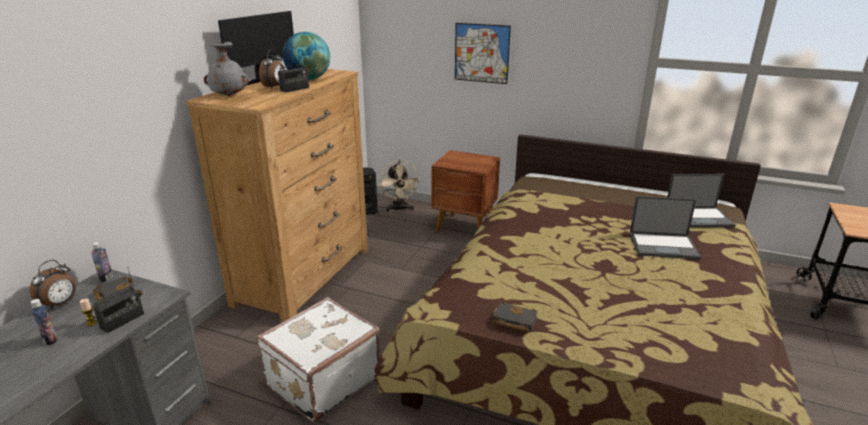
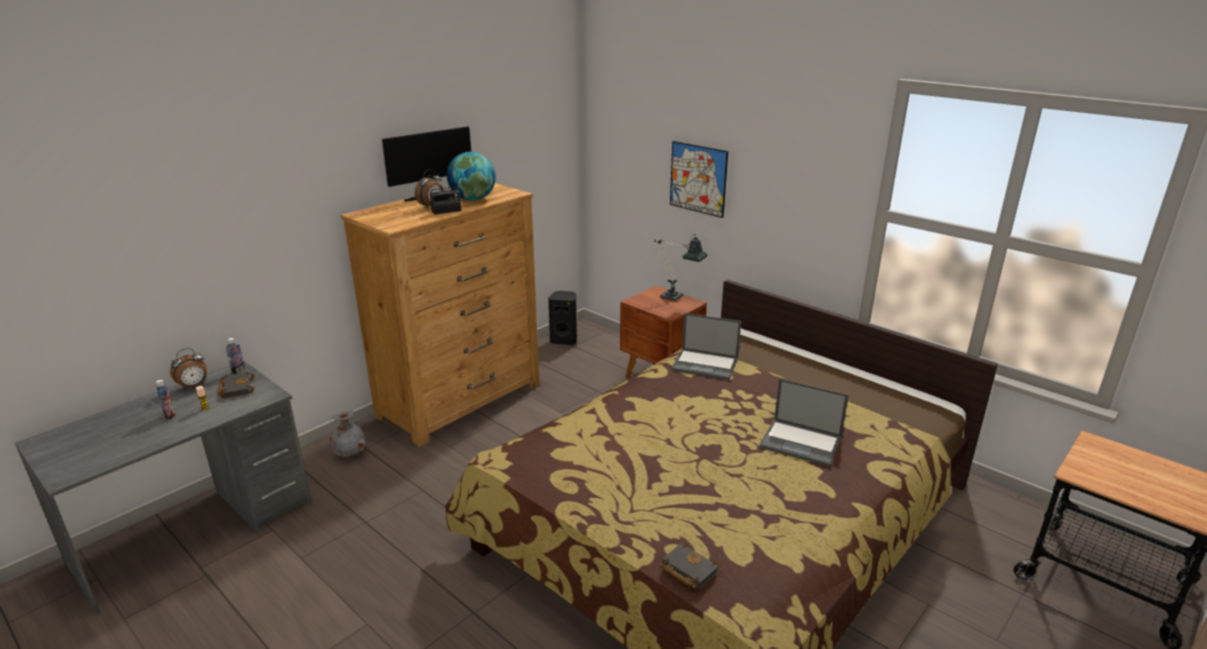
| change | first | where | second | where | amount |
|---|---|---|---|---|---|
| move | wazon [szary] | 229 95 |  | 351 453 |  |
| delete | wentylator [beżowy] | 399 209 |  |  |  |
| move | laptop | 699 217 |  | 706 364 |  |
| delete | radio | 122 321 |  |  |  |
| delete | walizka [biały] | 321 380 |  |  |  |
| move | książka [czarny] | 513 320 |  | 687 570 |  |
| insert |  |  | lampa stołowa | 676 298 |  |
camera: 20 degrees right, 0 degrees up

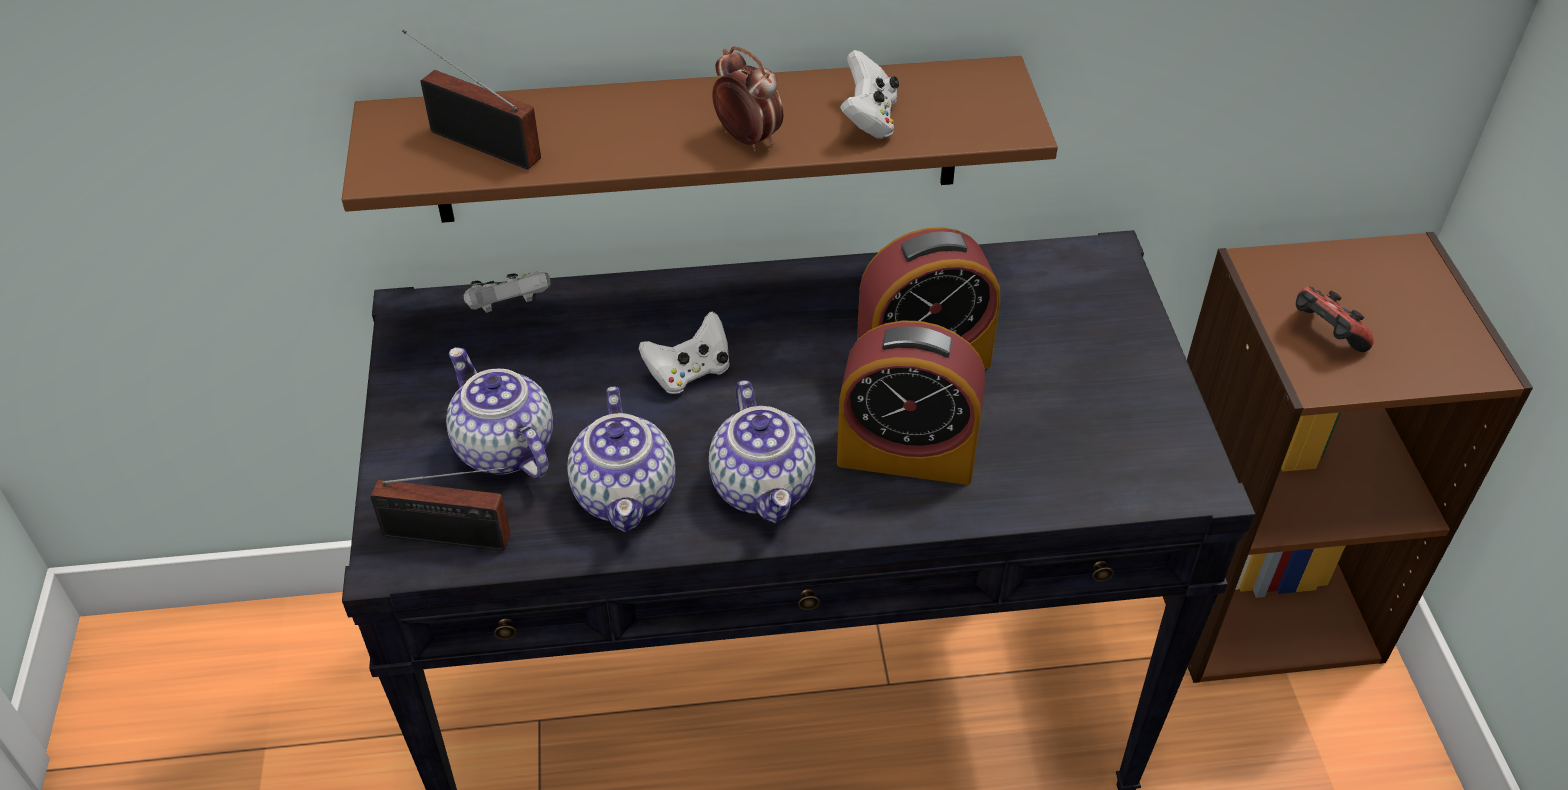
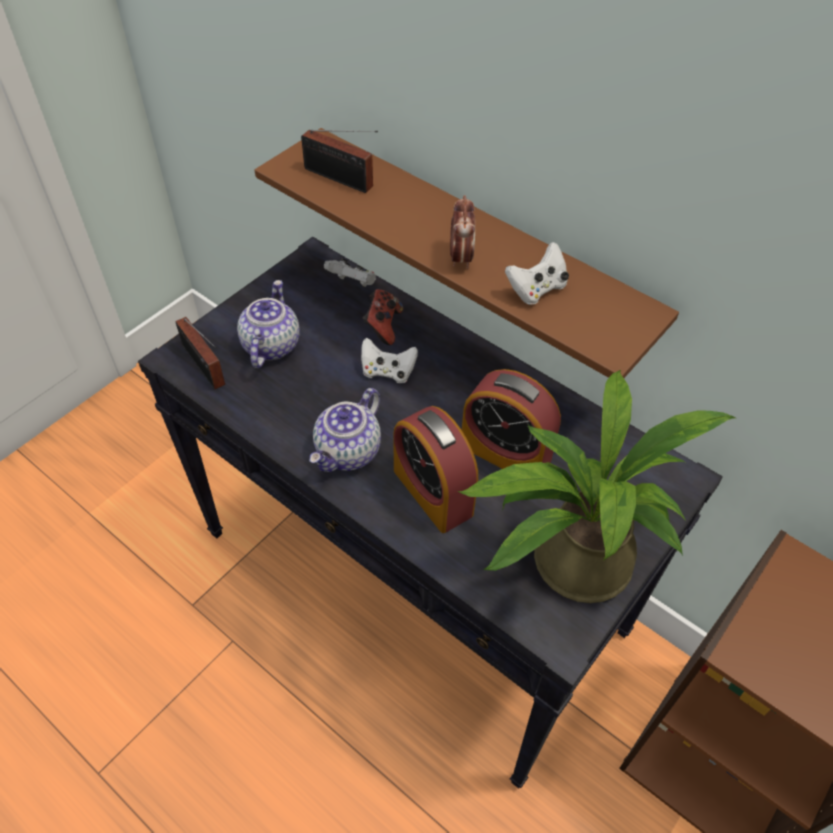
| change | first | where | second | where | amount |
|---|---|---|---|---|---|
| rotate | radio | 480 142 |  | 341 180 | 135 degrees clockwise |
| move | pad do gier | 1323 337 |  | 383 326 |  |
| delete | imbryk | 626 495 |  |  |  |
| insert |  |  | roślina doniczkowa | 568 559 |  |
camera: 45 degrees right, 5 degrees up

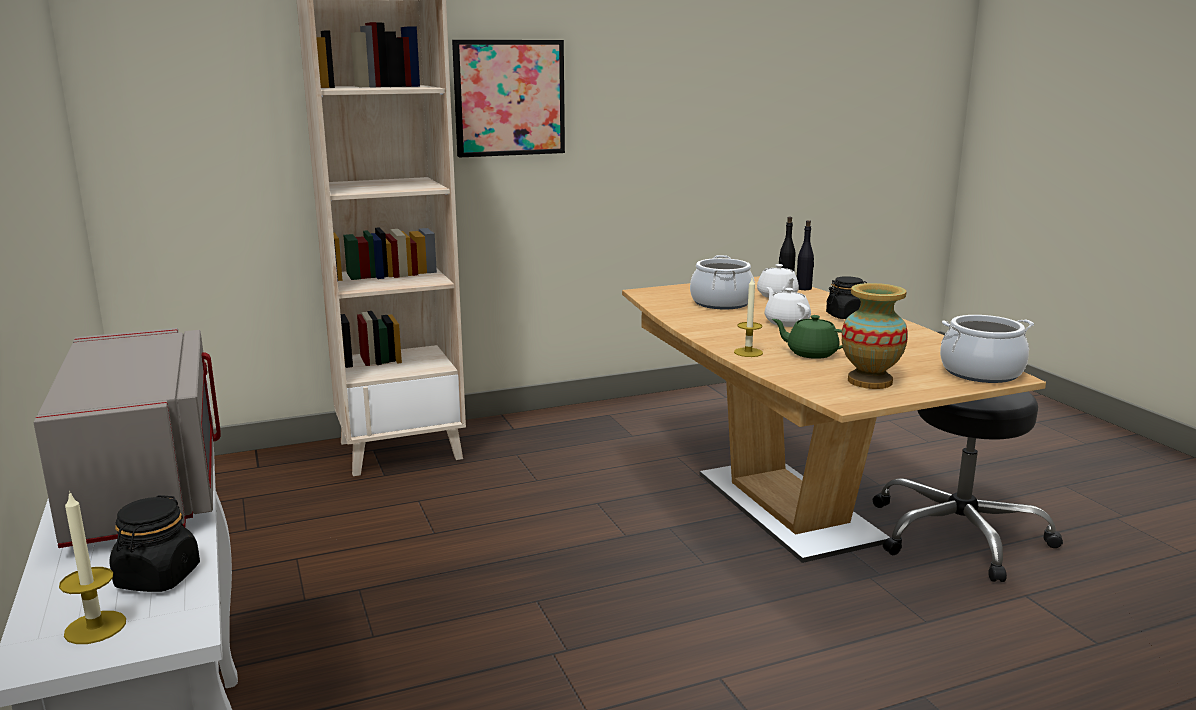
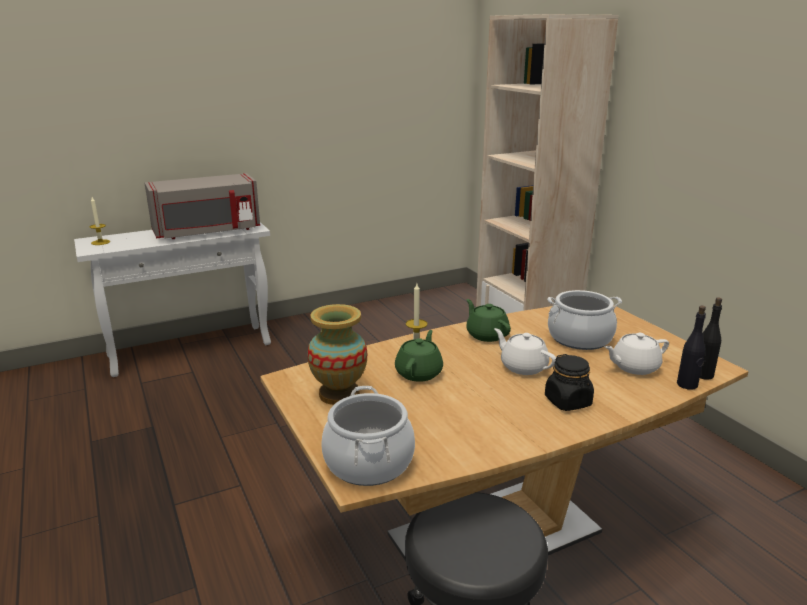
| change | first | where | second | where | amount |
|---|---|---|---|---|---|
| delete | obraz | 509 98 |  |  |  |
| rotate | imbryk [biały] | 786 322 |  | 523 367 | 105 degrees counterclockwise |
| delete | słoik [czarny] | 158 578 |  |  |  |
| insert |  |  | imbryk [zielony] | 486 335 |  |
camera: 85 degrees right, 5 degrees up

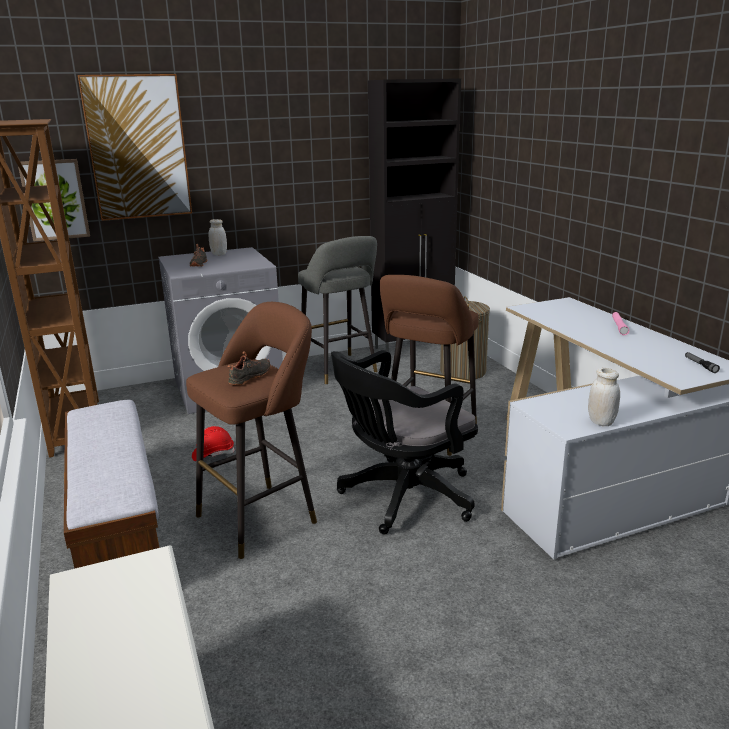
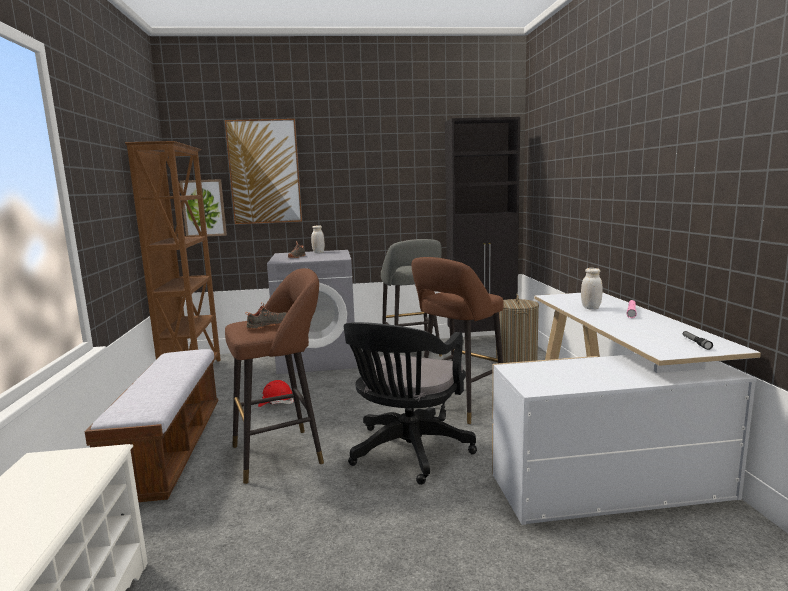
| change | first | where | second | where | amount |
|---|---|---|---|---|---|
| rotate | krzesło biurowe [czarny] | 402 498 |  | 407 453 | 45 degrees counterclockwise |
| move | słoik [biały] | 601 422 |  | 590 308 |  |
camera: 15 degrees right, 10 degrees down

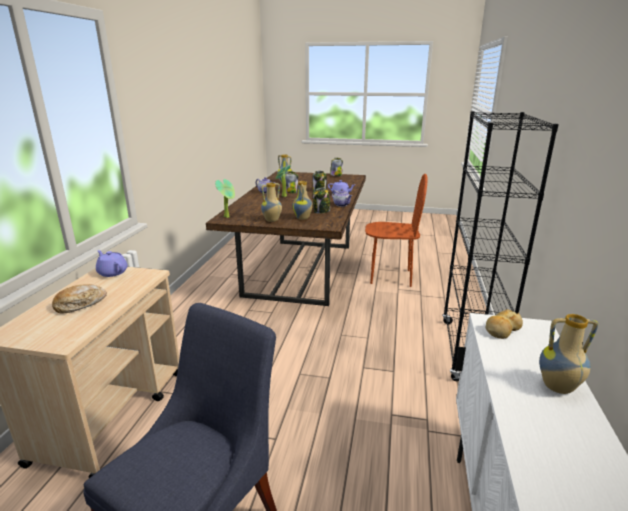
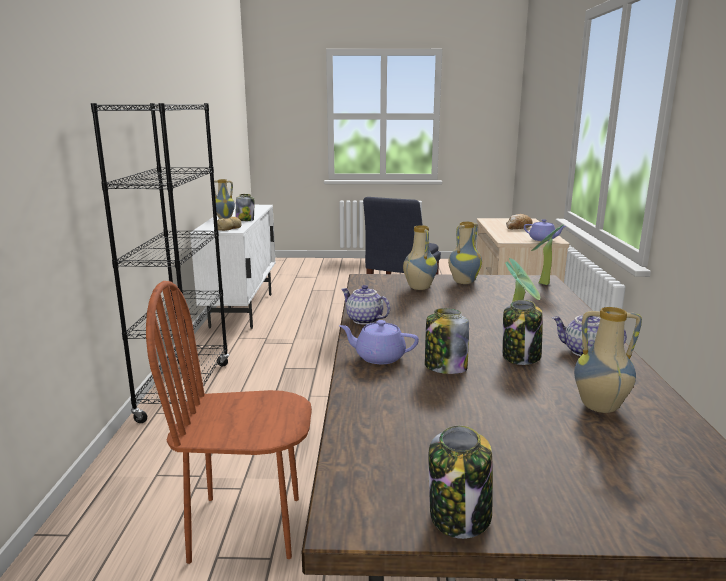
| change | first | where | second | where | amount |
|---|---|---|---|---|---|
| move | słoik | 321 211 |  | 245 220 |  |
camera: 170 degrees right, 5 degrees down

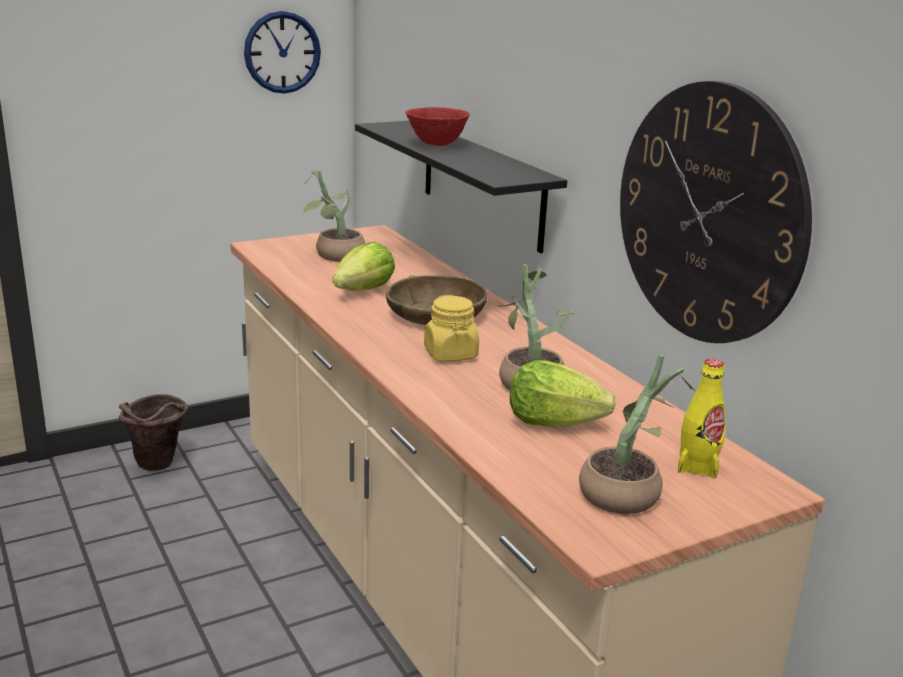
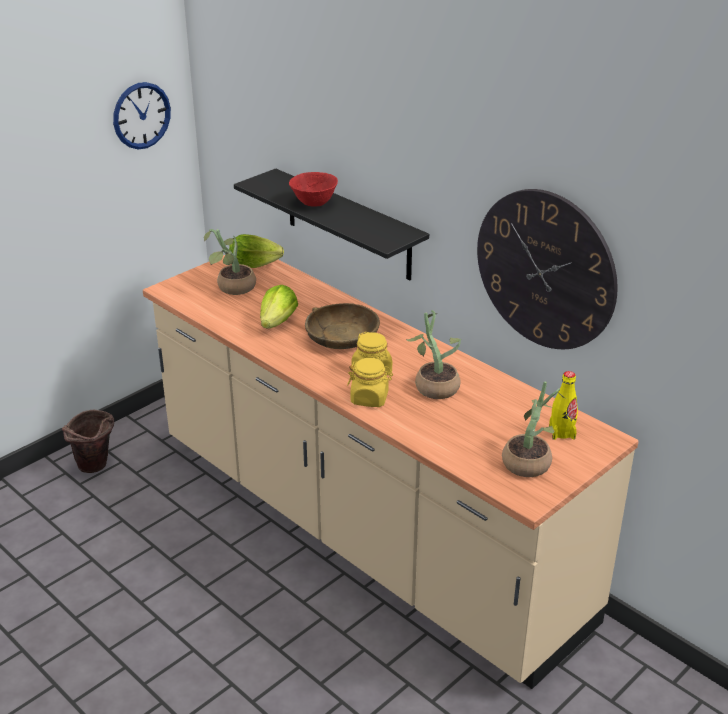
| change | first | where | second | where | amount |
|---|---|---|---|---|---|
| move | sałata | 553 422 |  | 253 265 |  |
| insert |  |  | słoik [żółty] | 370 398 |  |
camera: 15 degrees left, 10 degrees up

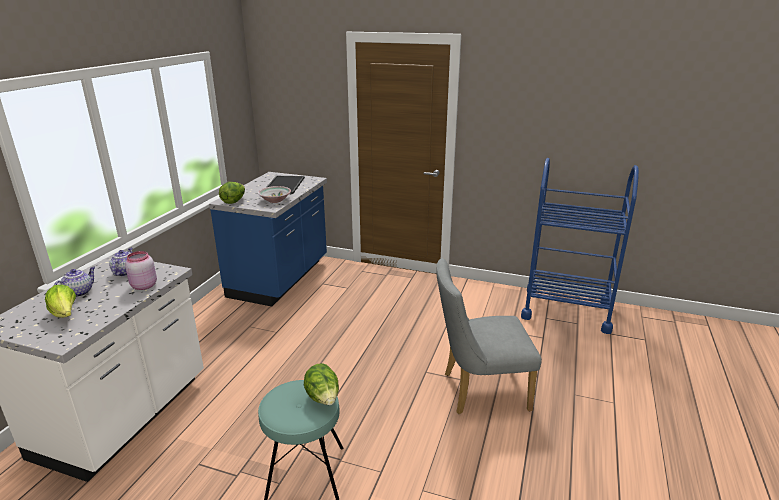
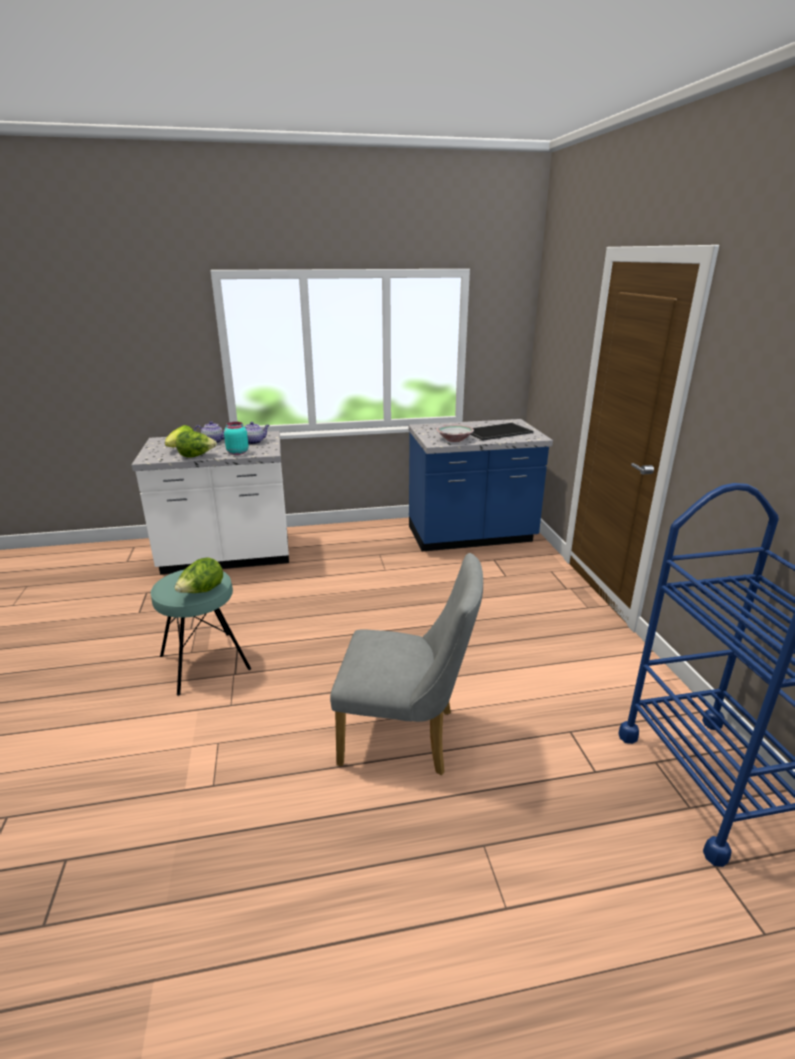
| change | first | where | second | where | amount |
|---|---|---|---|---|---|
| move | sałata | 234 201 |  | 196 456 |  |
| recolor | słoik [różowy] | 143 286 | słoik [turkusowy] | 237 452 |  |
| rotate | krzesło [szary] | 478 391 |  | 407 737 | 135 degrees clockwise |
camera: 60 degrees right, 0 degrees up

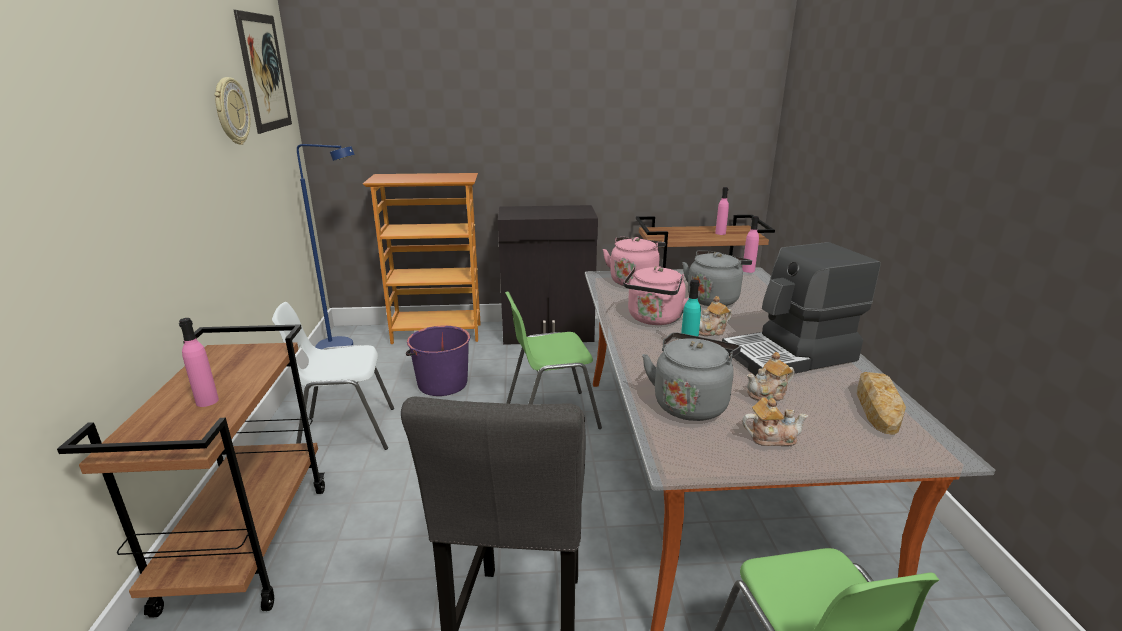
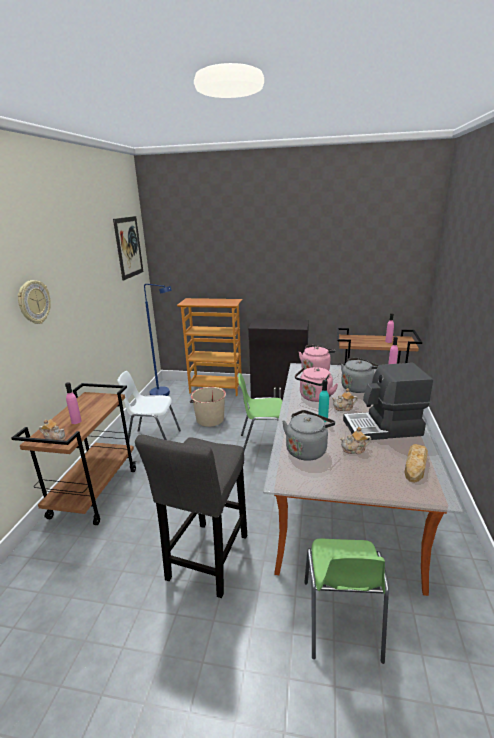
| change | first | where | second | where | amount |
|---|---|---|---|---|---|
| move | zegar ścienny | 231 111 |  | 33 302 |  |
| recolor | wiadro [fioletowy] | 442 384 | wiadro [beżowy] | 209 419 |  |
| move | imbryk | 771 437 |  | 55 438 |  |
camera: 15 degrees right, 0 degrees up

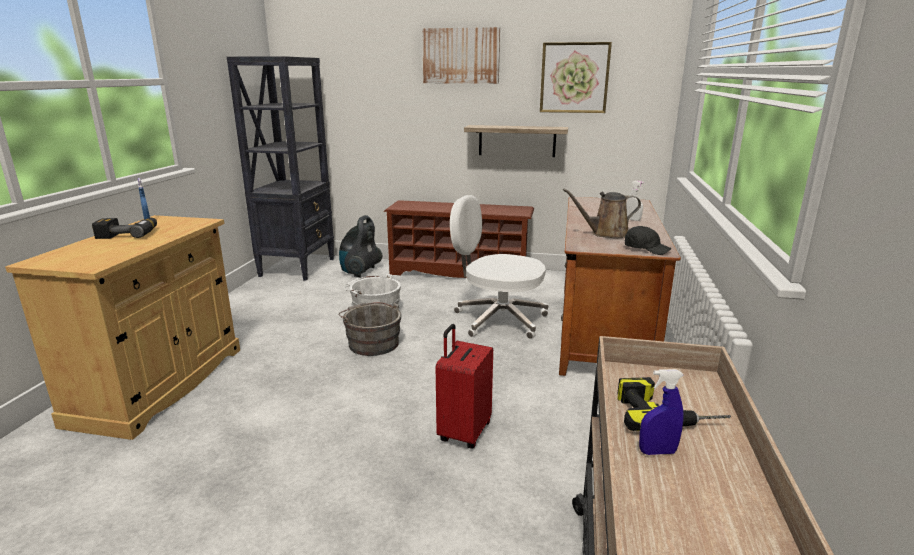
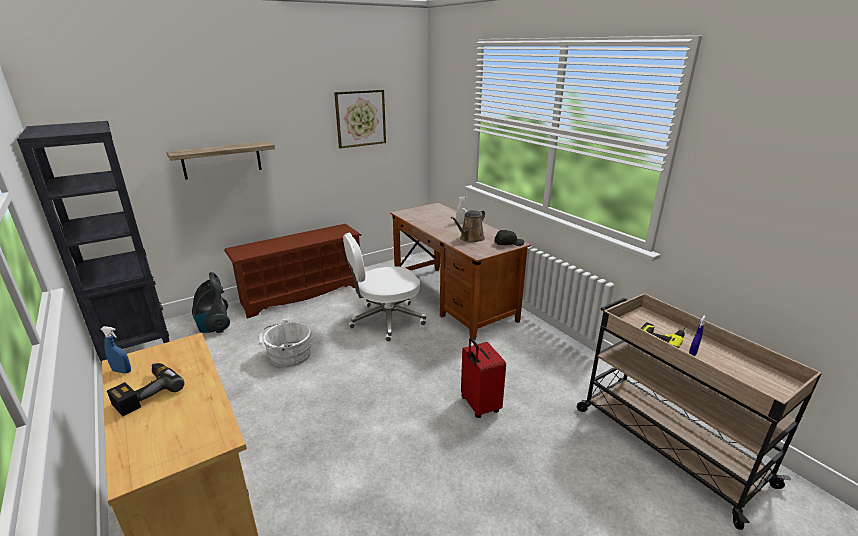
| change | first | where | second | where | amount |
|---|---|---|---|---|---|
| delete | obraz | 461 56 |  |  |  |
| move | półka | 517 141 |  | 222 160 |  |
| delete | wiadro [szary] | 372 343 |  |  |  |
camera: 45 degrees left, 5 degrees up

